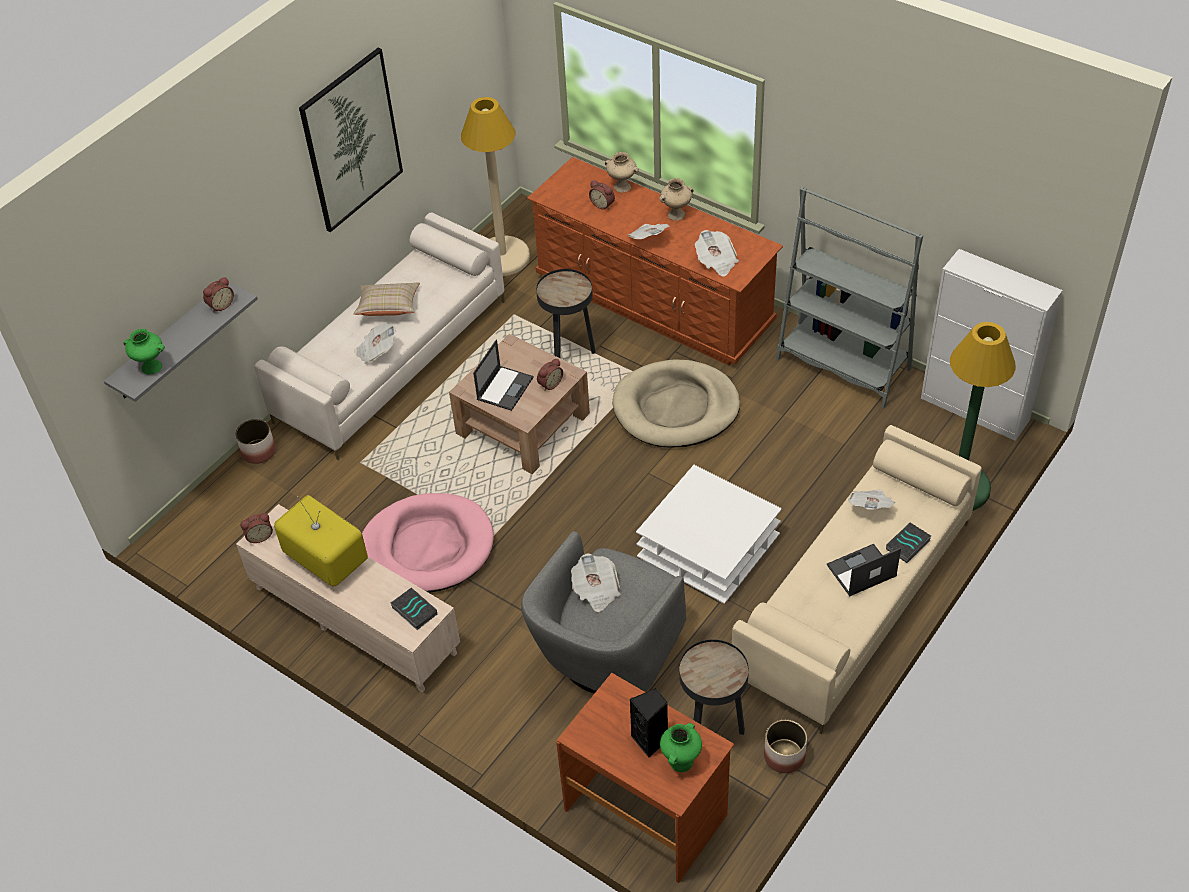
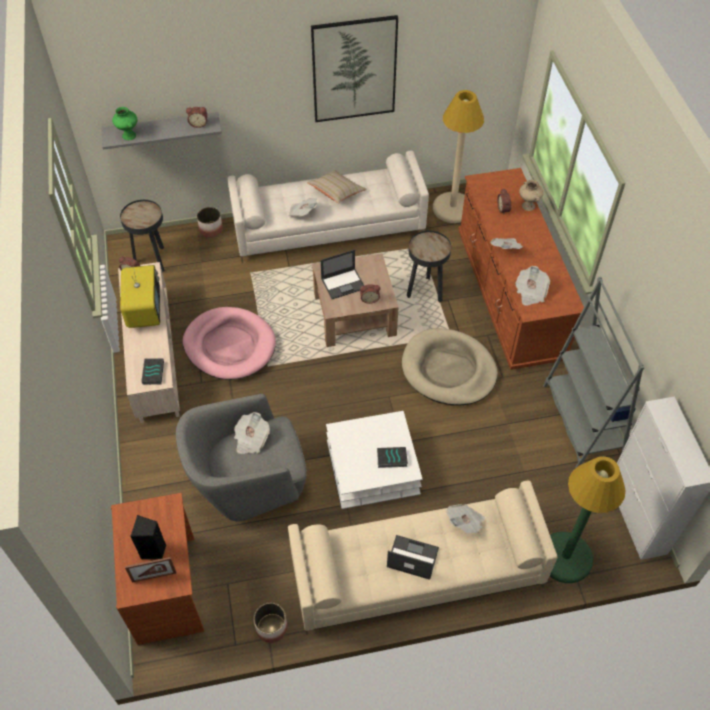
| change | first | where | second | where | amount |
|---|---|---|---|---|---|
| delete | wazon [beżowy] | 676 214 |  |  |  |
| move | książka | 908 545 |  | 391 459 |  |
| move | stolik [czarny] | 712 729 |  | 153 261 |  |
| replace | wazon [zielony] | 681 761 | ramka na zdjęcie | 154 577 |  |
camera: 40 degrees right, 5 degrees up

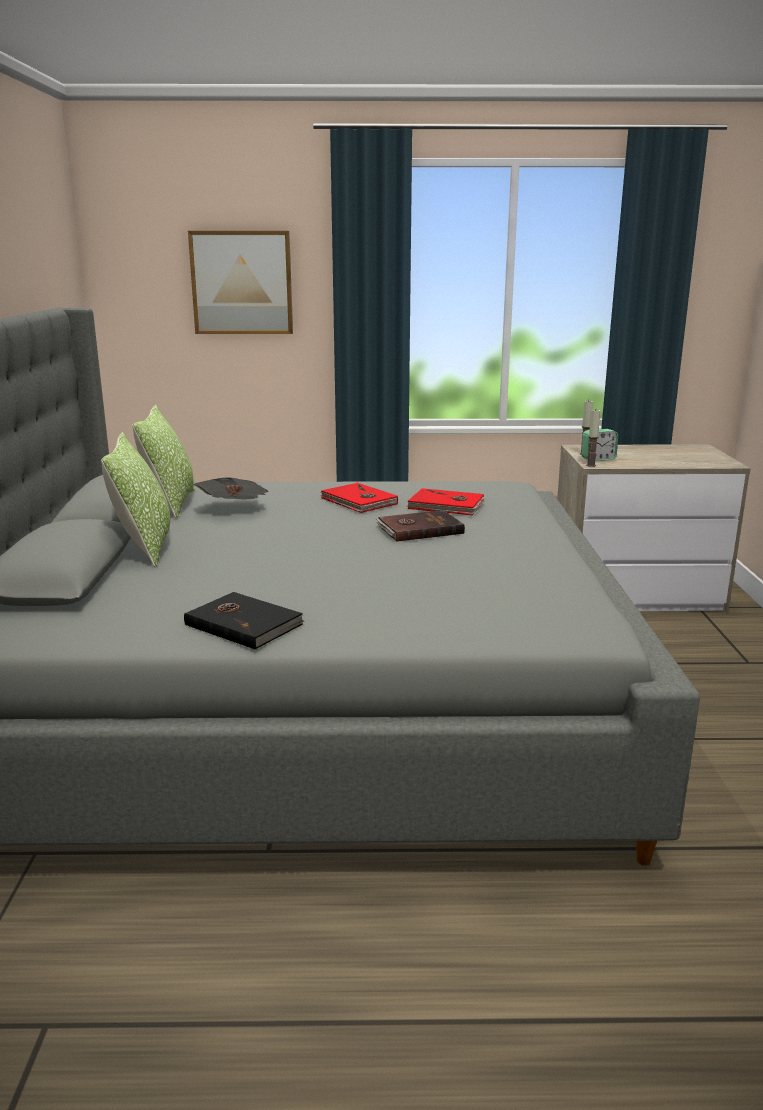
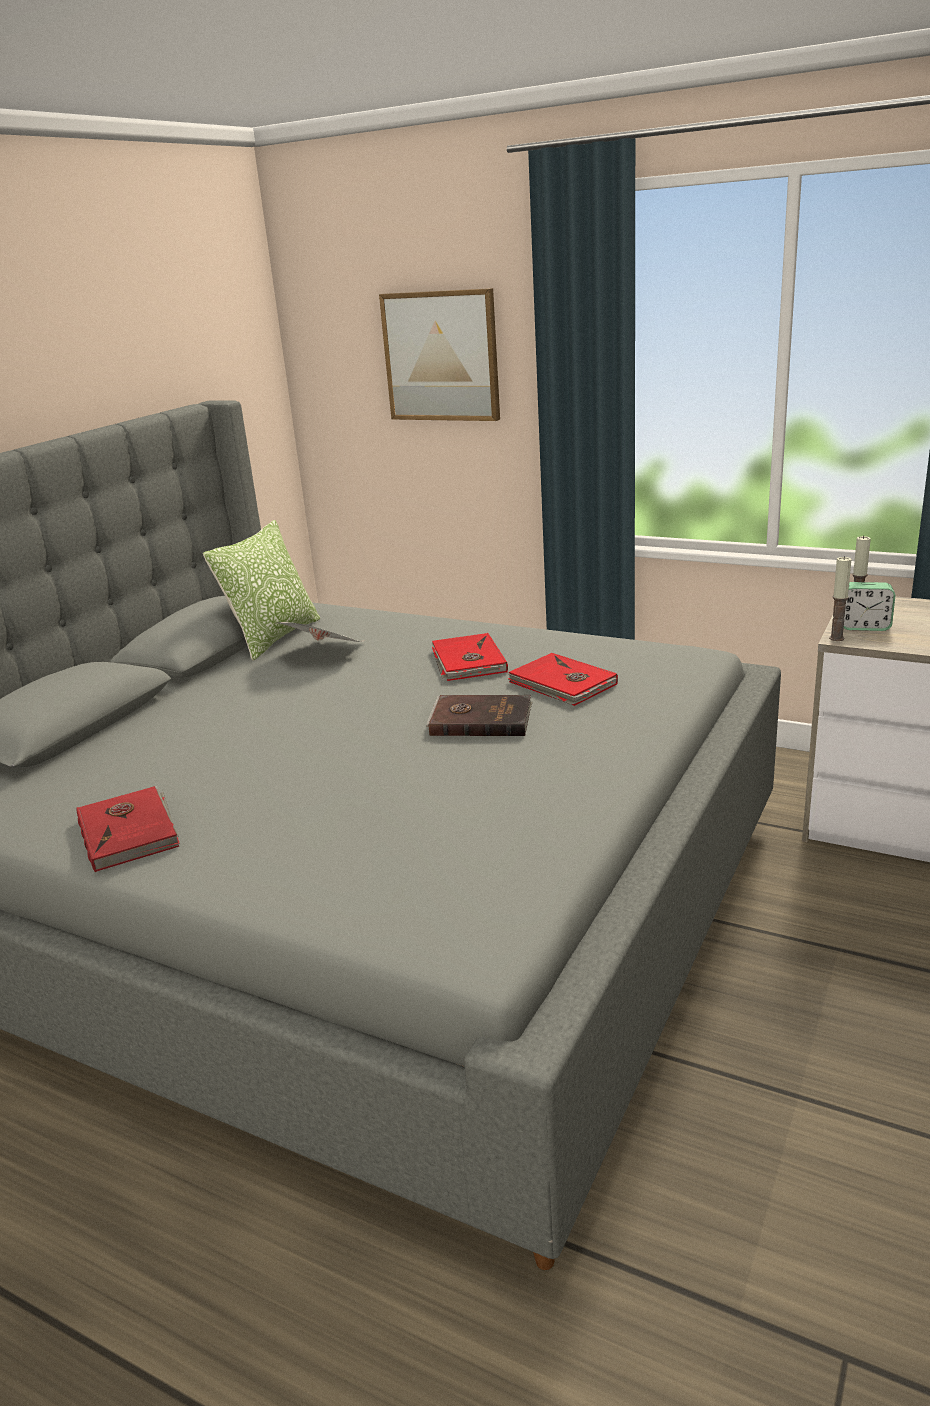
| change | first | where | second | where | amount |
|---|---|---|---|---|---|
| delete | poduszka | 145 548 |  |  |  |
| recolor | książka [czarny] | 244 623 | książka [czerwony] | 130 831 |  |
camera: 30 degrees right, 5 degrees up

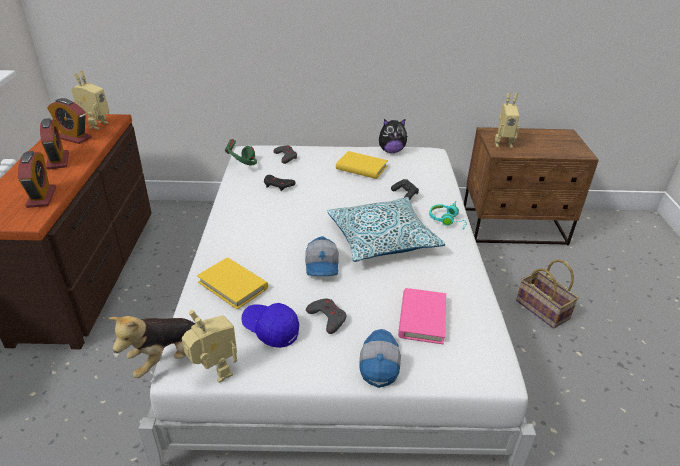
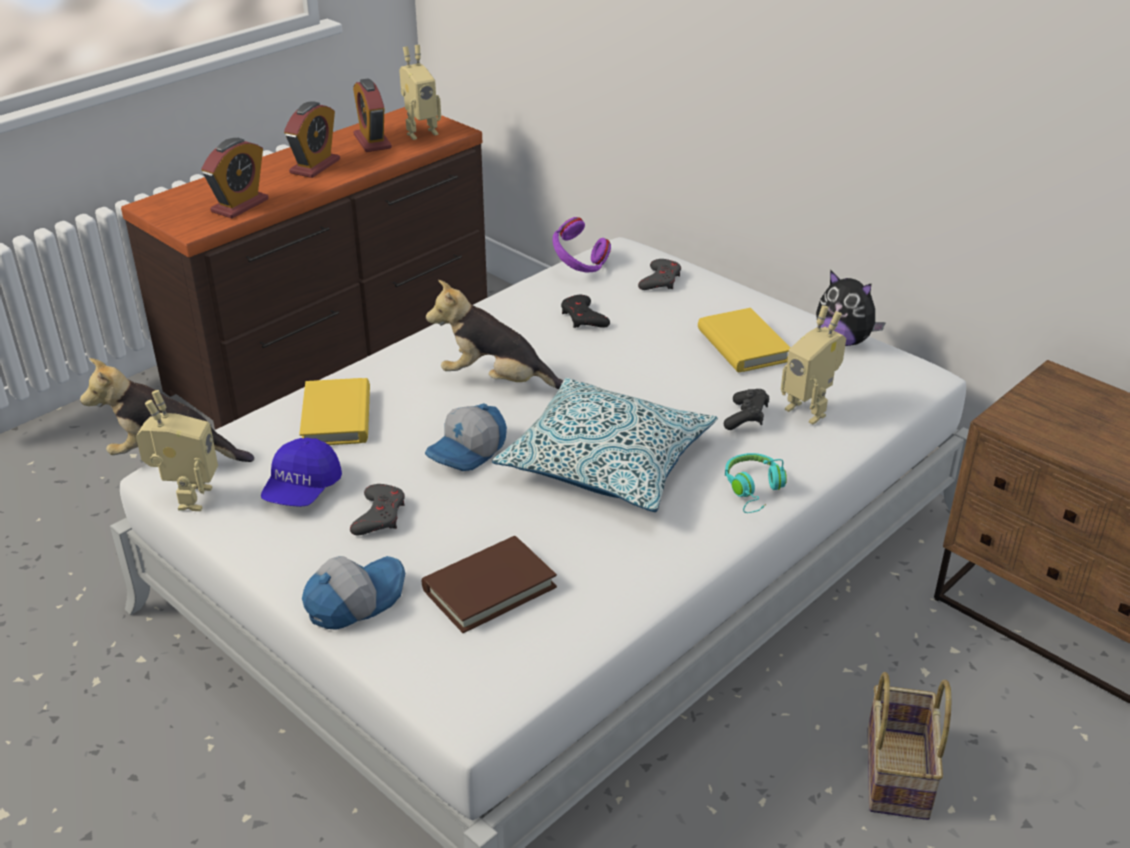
| change | first | where | second | where | amount |
|---|---|---|---|---|---|
| move | robot zabawkowy | 502 143 |  | 809 410 |  |
| recolor | słuchawki [zielony] | 242 165 | słuchawki [fioletowy] | 579 268 |  |
| recolor | książka [różowy] | 422 318 | książka [brązowy] | 489 588 |  |
| rotate | czapka z daszkiem [niebieski] | 270 329 |  | 302 490 | 150 degrees counterclockwise |
| insert |  |  | pluszak | 497 381 |  |
camera: 45 degrees right, 0 degrees up

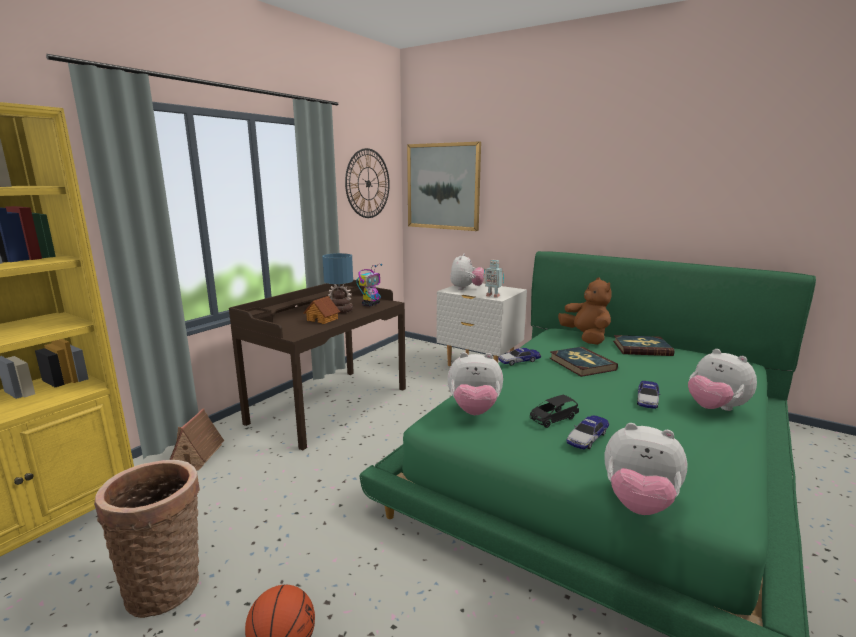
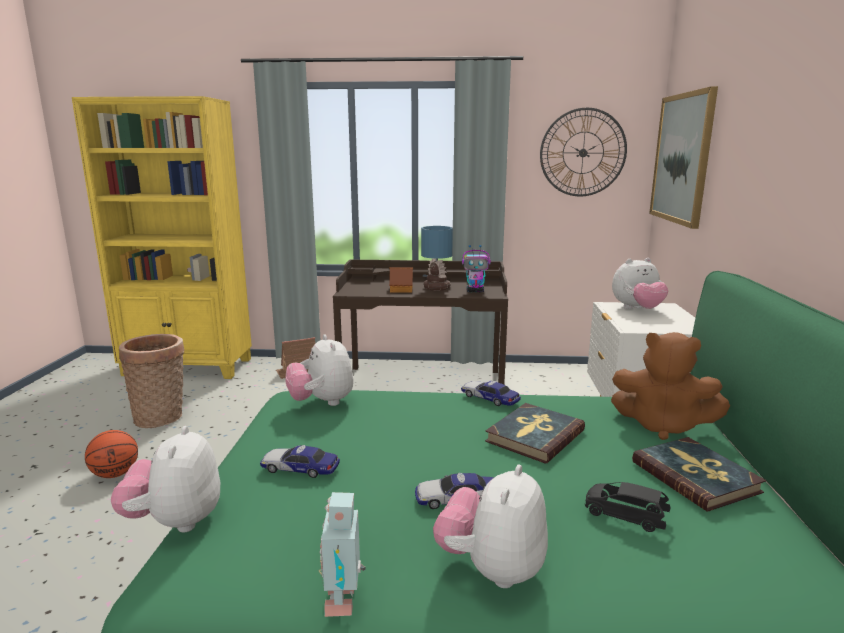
| change | first | where | second | where | amount |
|---|---|---|---|---|---|
| move | robot zabawkowy | 492 296 |  | 344 600 |  |
| rotate | pluszak [brązowy] | 585 338 |  | 662 425 | 75 degrees clockwise |
| move | samochodzik [czarny] | 553 419 |  | 624 515 |  |
camera: 60 degrees right, 0 degrees up

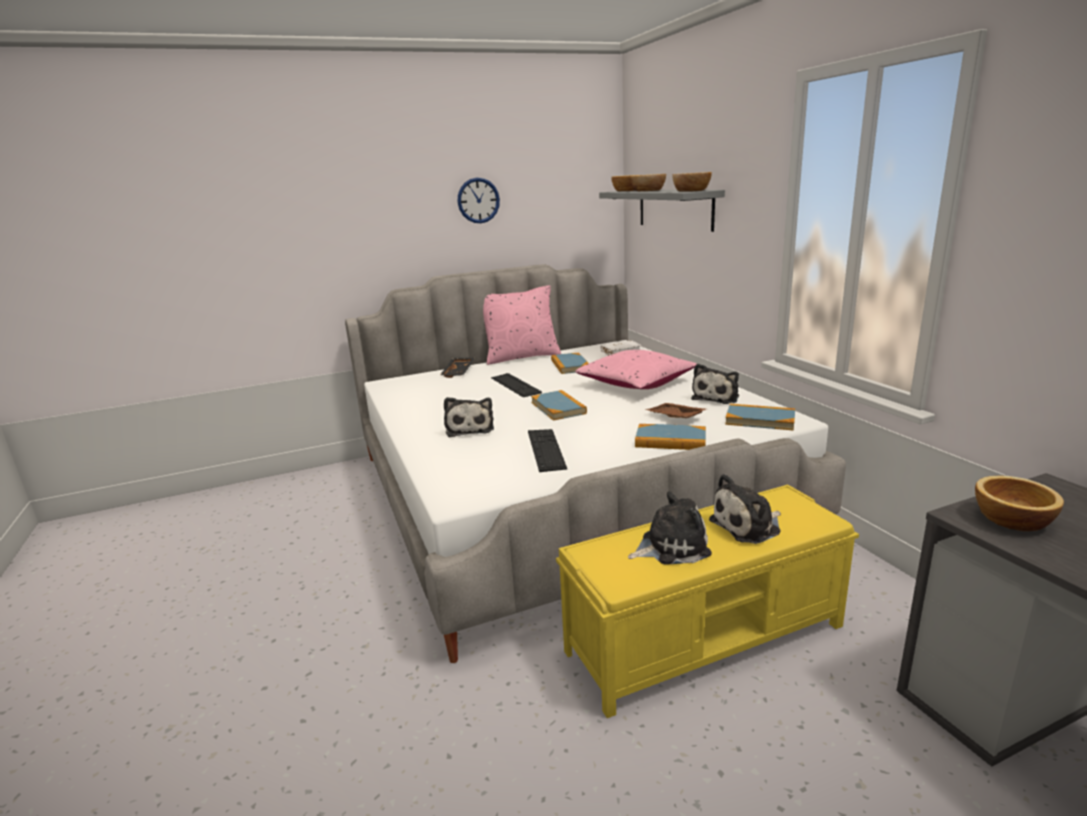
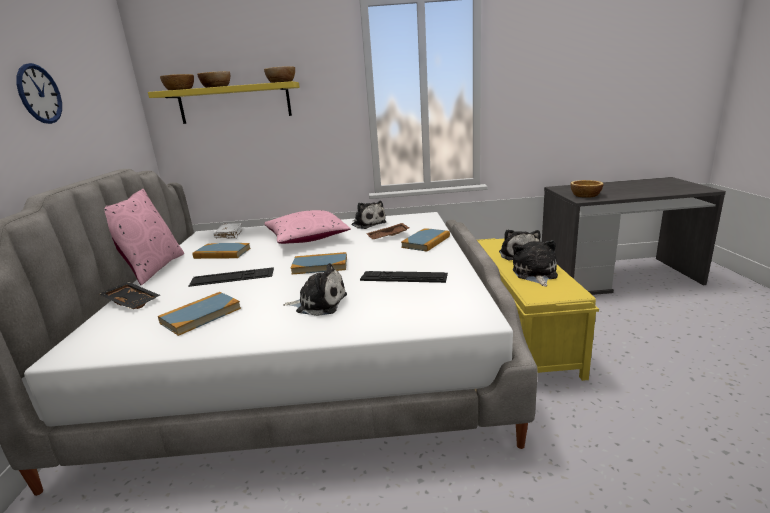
| change | first | where | second | where | amount |
|---|---|---|---|---|---|
| recolor | półka [szary] | 674 209 | półka [żółty] | 235 103 |  |
| move | książka | 760 420 |  | 201 315 |  |
camera: 70 degrees left, 0 degrees up

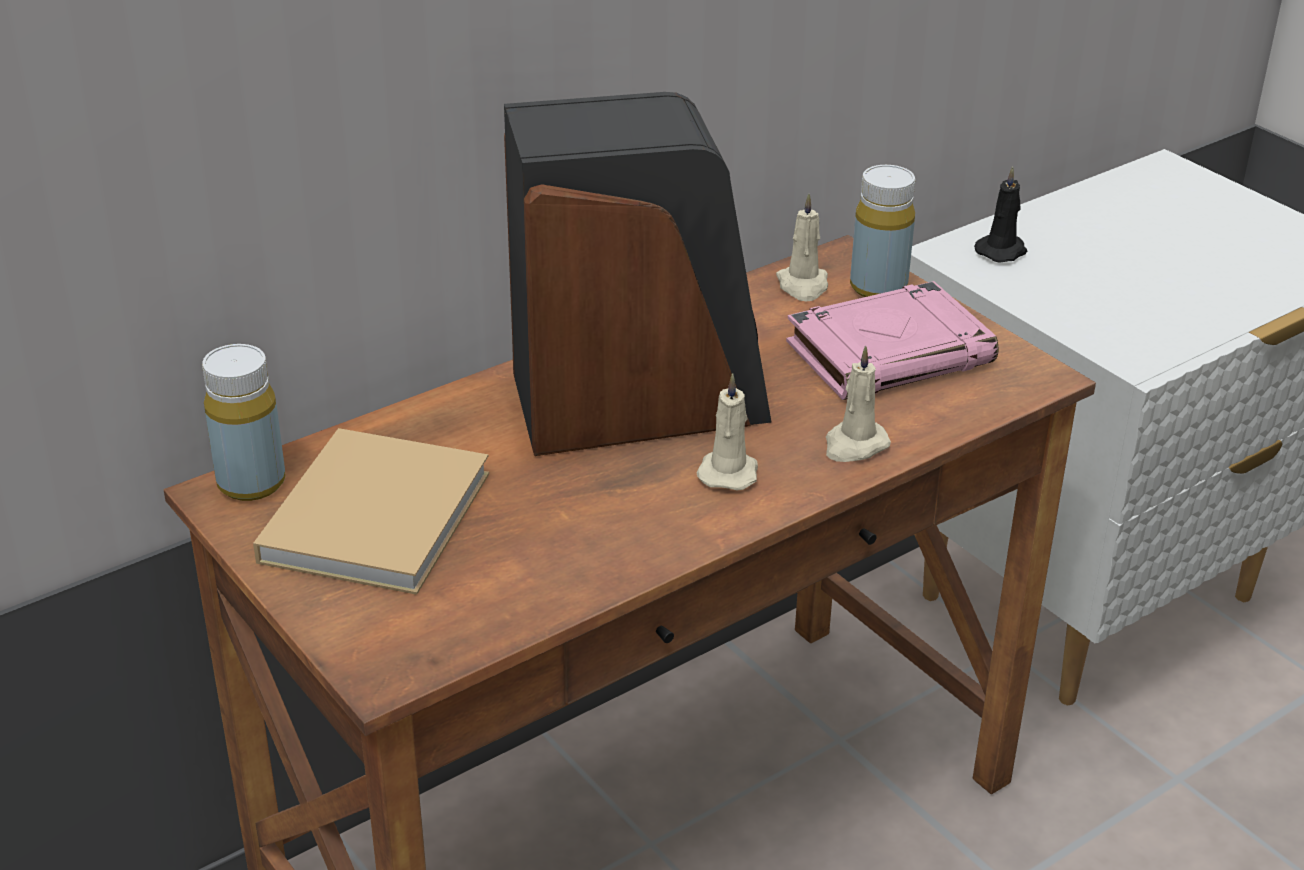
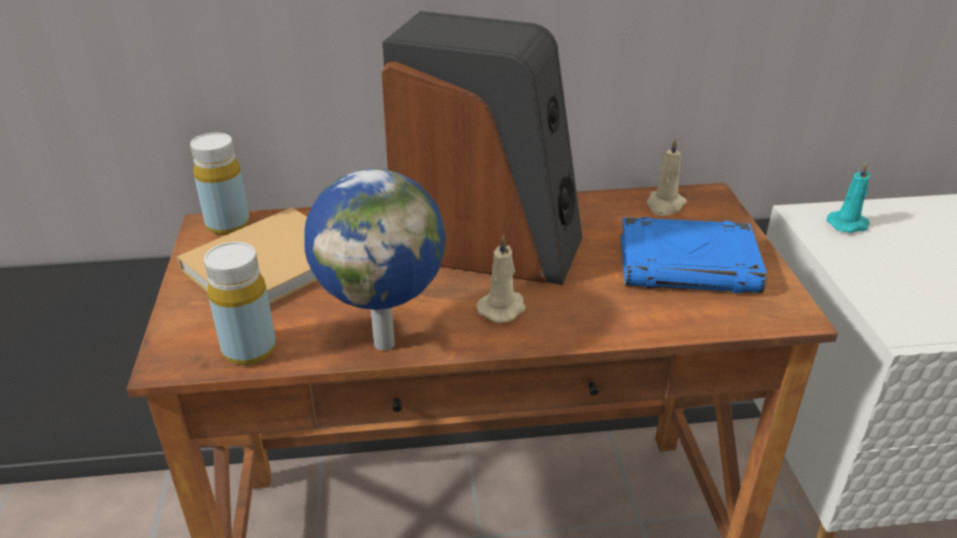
| change | first | where | second | where | amount |
|---|---|---|---|---|---|
| move | butelka [żółty] | 878 287 |  | 249 349 |  |
| recolor | świeca [czarny] | 1002 251 | świeca [turkusowy] | 848 224 |  |
| recolor | książka [różowy] | 891 353 | książka [niebieski] | 689 265 |  |
| delete | świeca [beżowy] | 854 445 |  |  |  |
| insert |  |  | globus | 385 341 |  |
camera: 30 degrees right, 0 degrees up

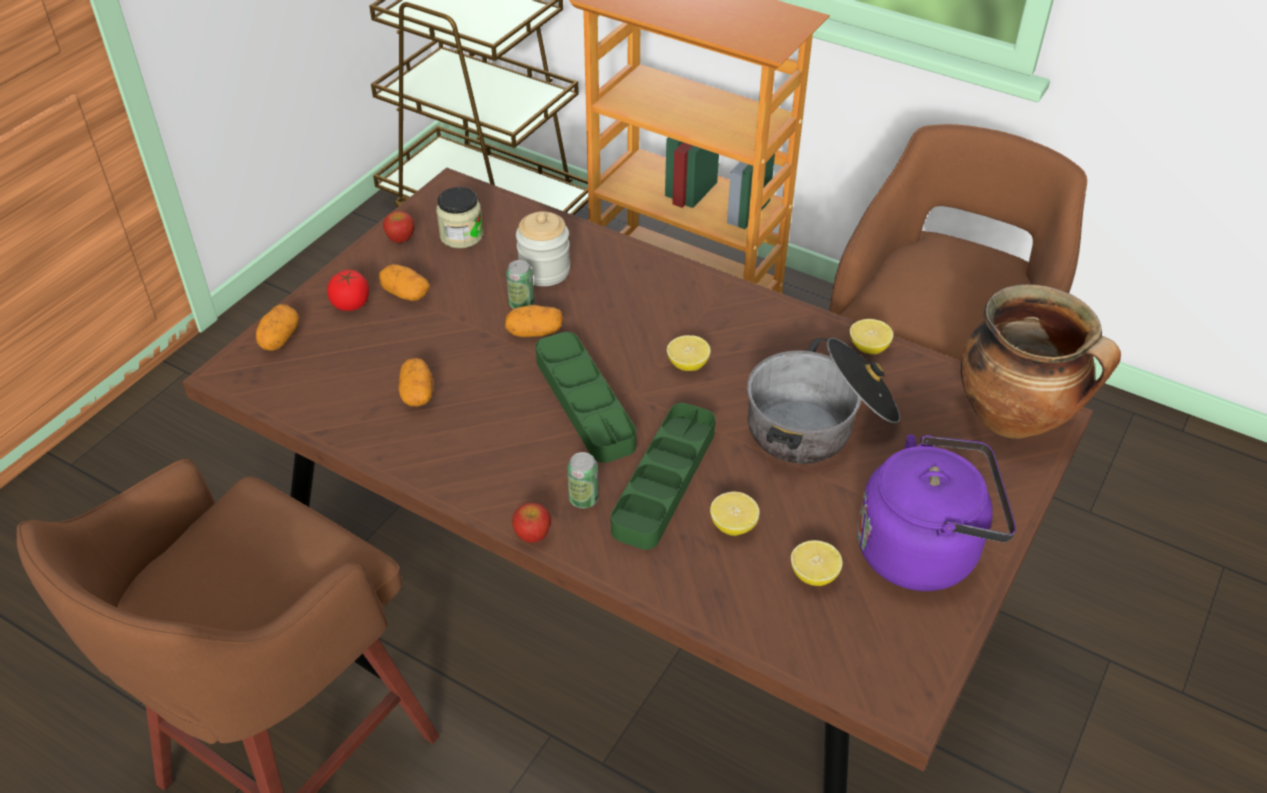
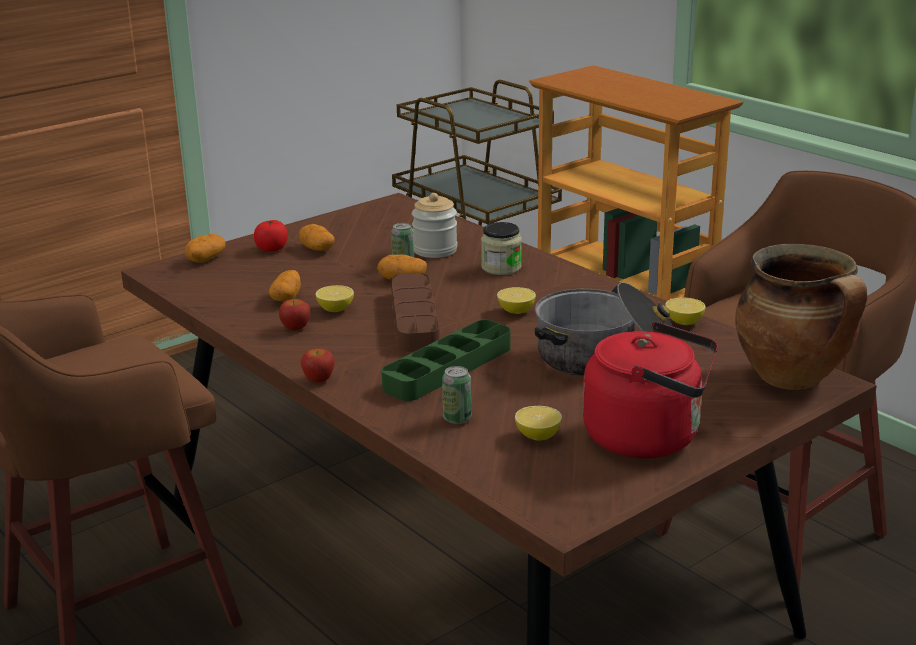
| change | first | where | second | where | amount |
|---|---|---|---|---|---|
| move | słoik | 461 236 |  | 501 268 |  |
| move | jabłko | 400 239 |  | 295 328 |  |
| recolor | taca [zielony] | 584 402 | taca [brązowy] | 414 319 |  |
| recolor | czajnik [fioletowy] | 924 550 | czajnik [czerwony] | 649 438 |  |
| move | puszka | 583 499 |  | 457 418 |  |
| move | cytryna | 733 525 |  | 335 309 |  |
camera: 20 degrees right, 20 degrees down

